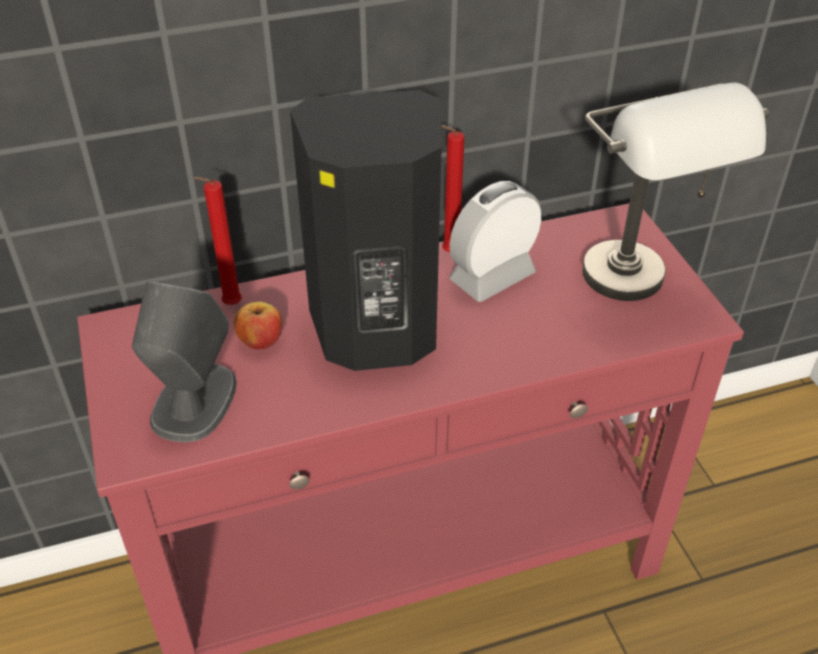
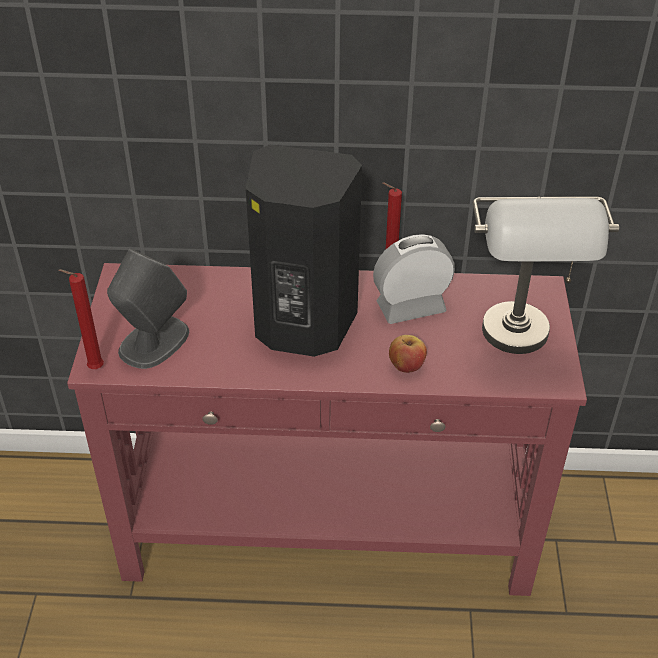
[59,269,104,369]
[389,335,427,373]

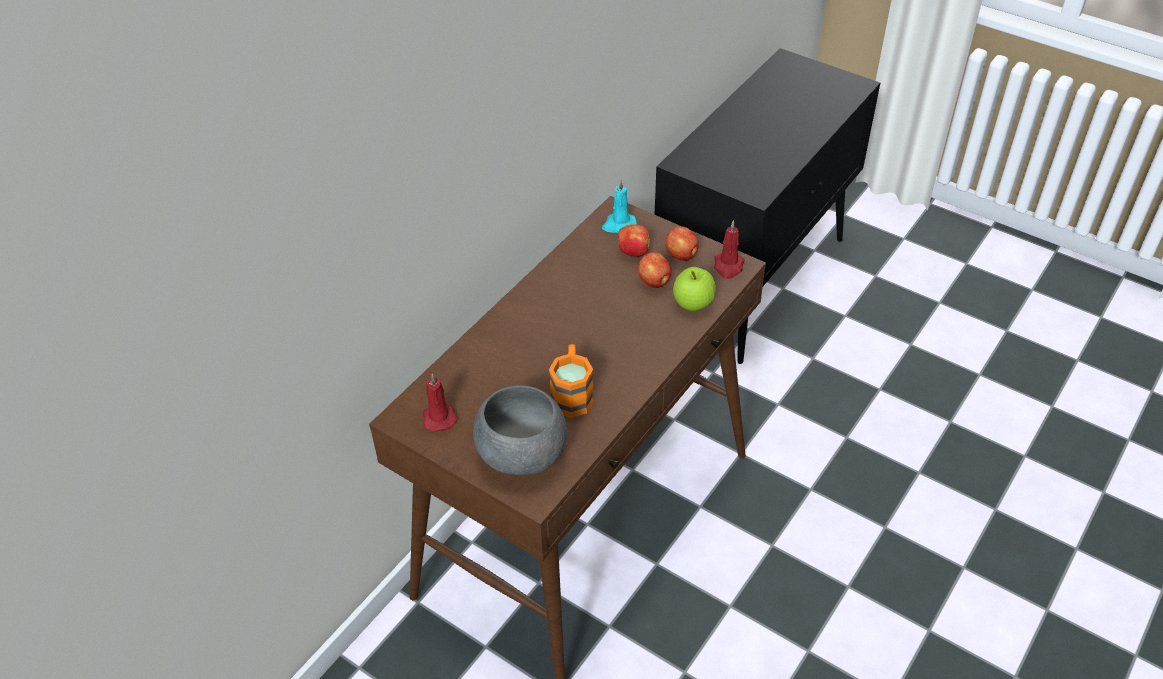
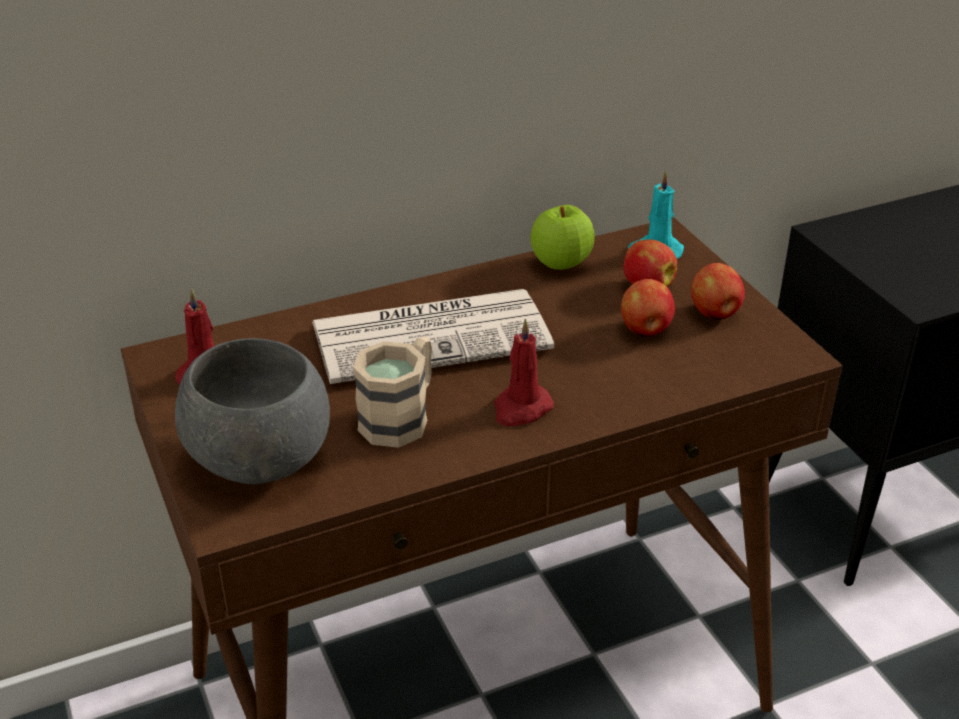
[353,337,432,448]
[531,205,595,270]
[494,319,554,426]
[312,289,554,384]

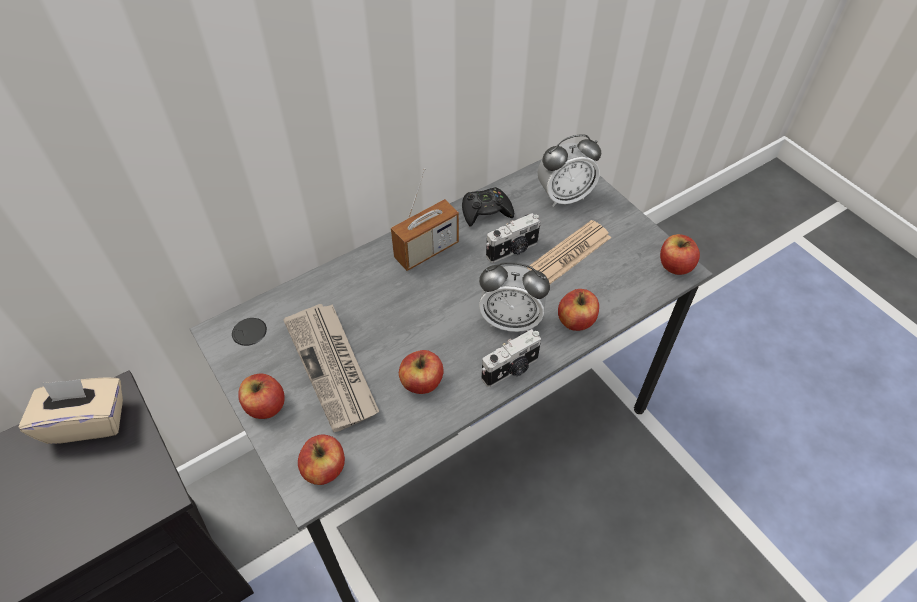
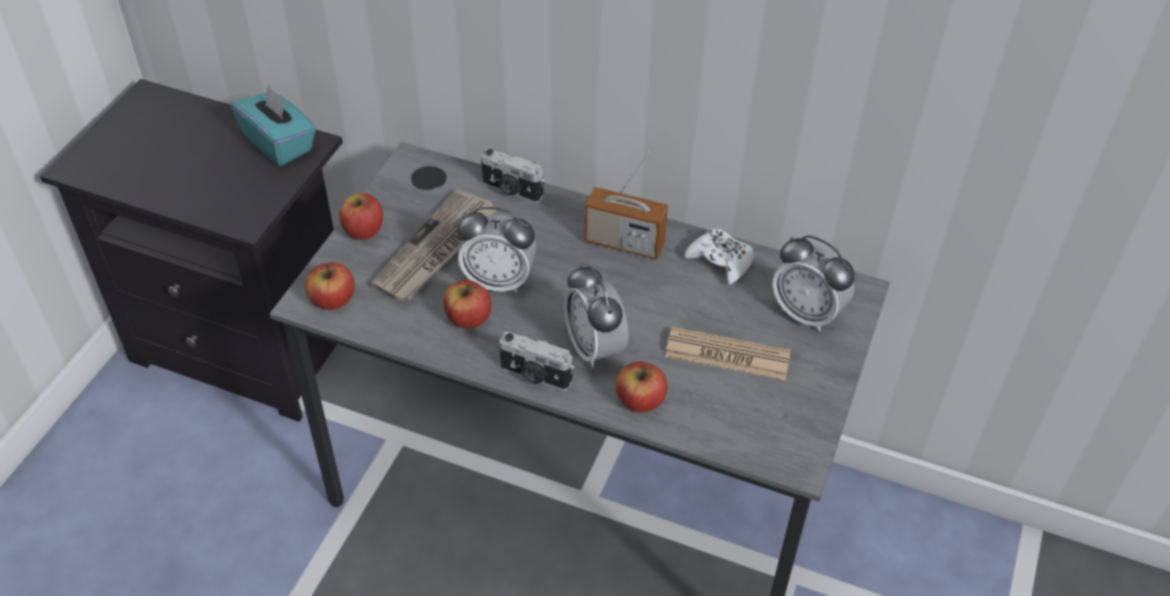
[231,85,316,166]
[684,229,754,285]
[481,148,544,203]
[660,234,700,275] (first image)
[457,207,536,293]

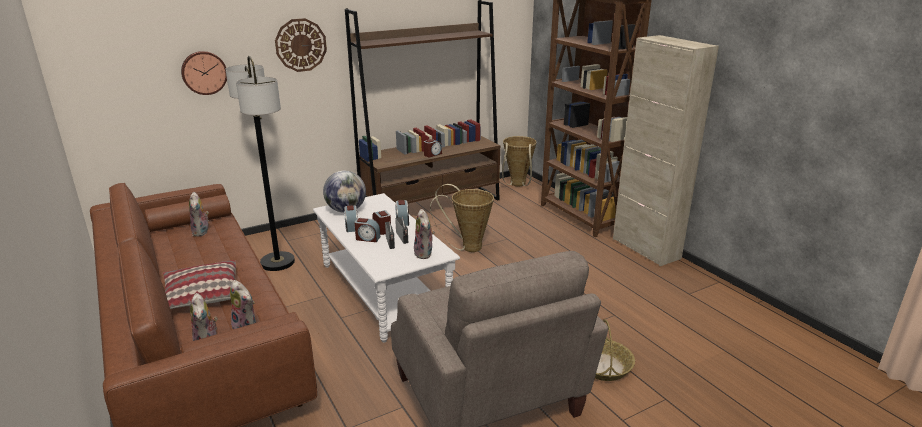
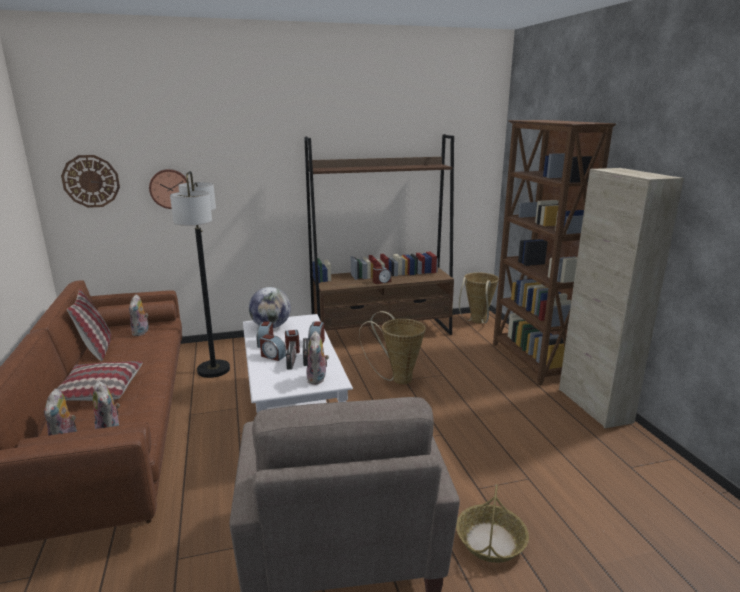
[61,155,120,208]
[67,289,111,361]

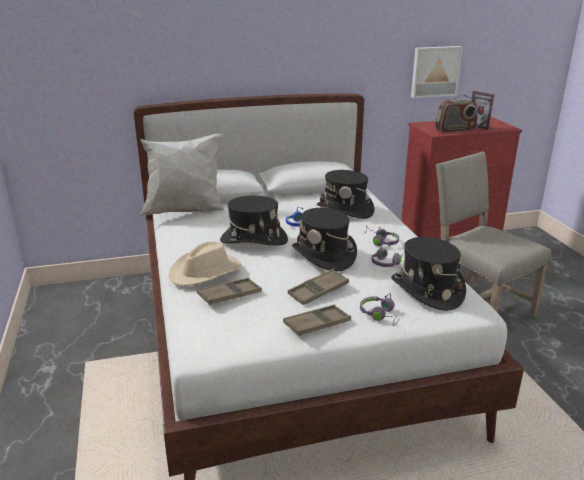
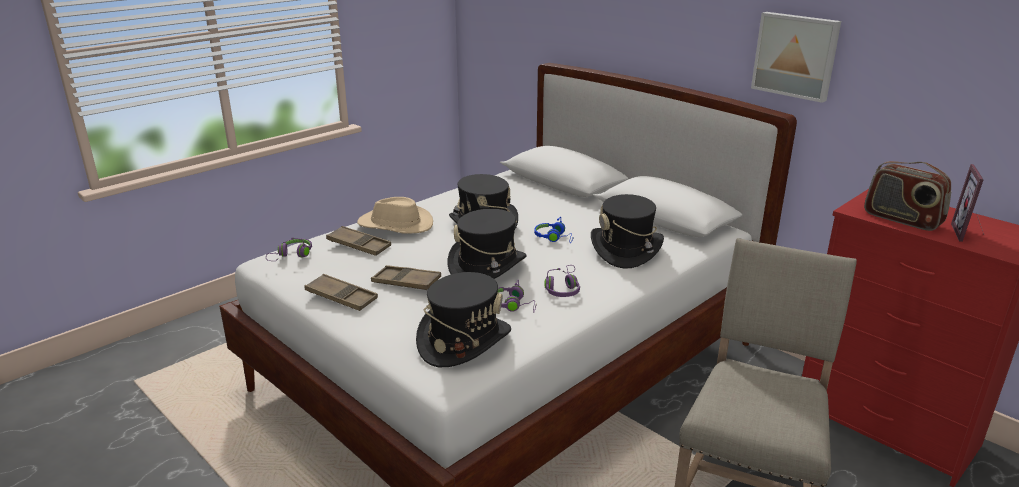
[138,133,224,216] (first image)
[266,237,312,261]
[751,12,841,103]

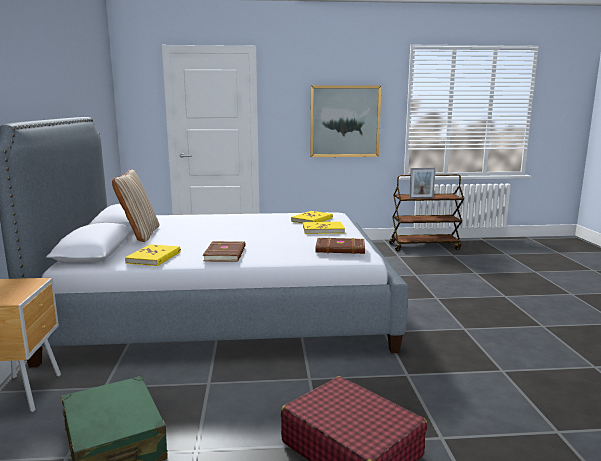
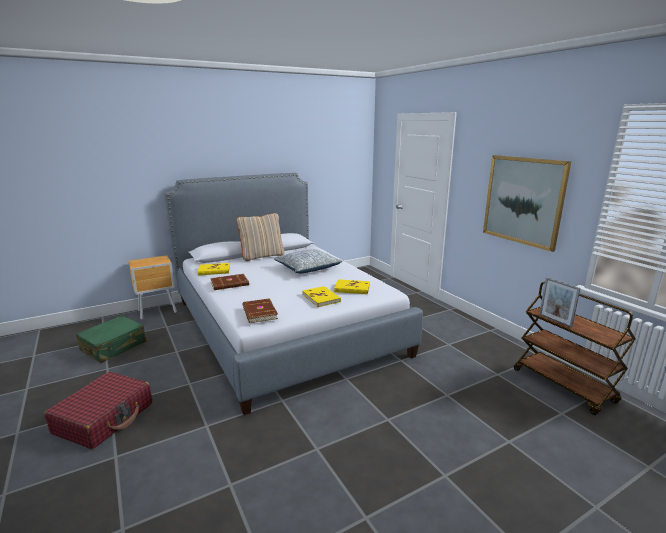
[274,250,342,273]

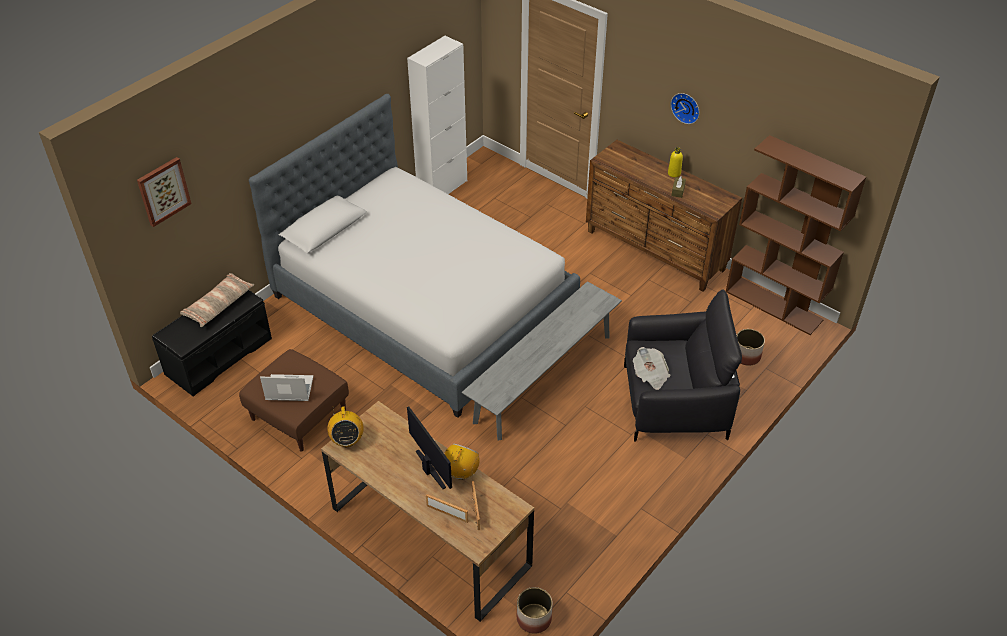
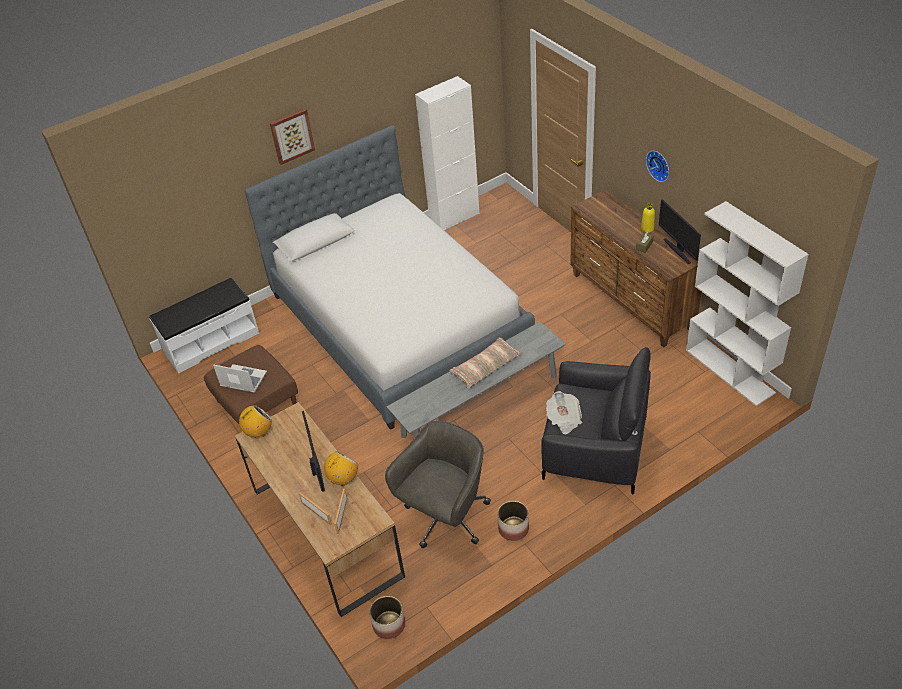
[270,109,315,165]
[149,277,259,374]
[450,337,522,388]
[239,405,272,438]
[686,201,809,406]
[498,501,529,541]
[385,421,491,548]
[659,199,701,264]

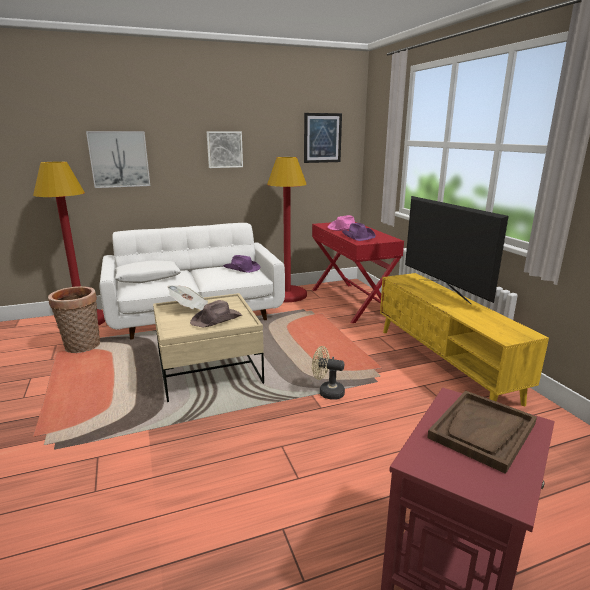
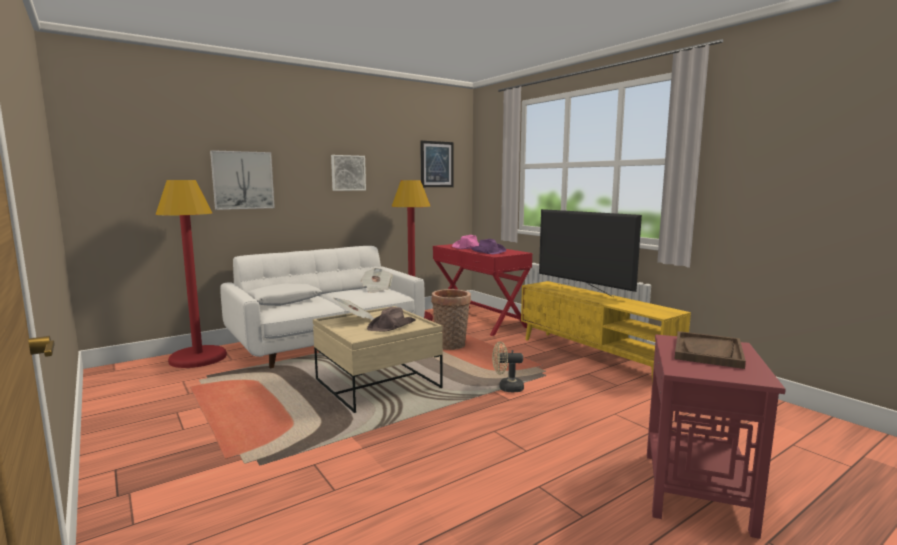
[431,289,471,350]
[361,268,393,293]

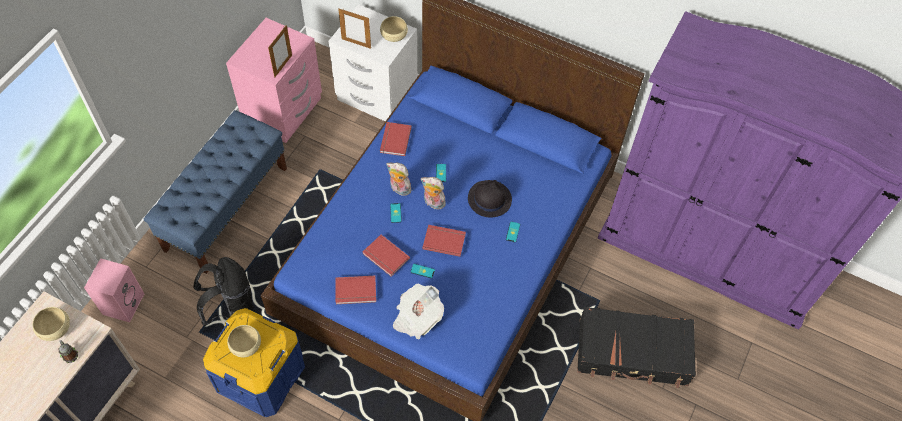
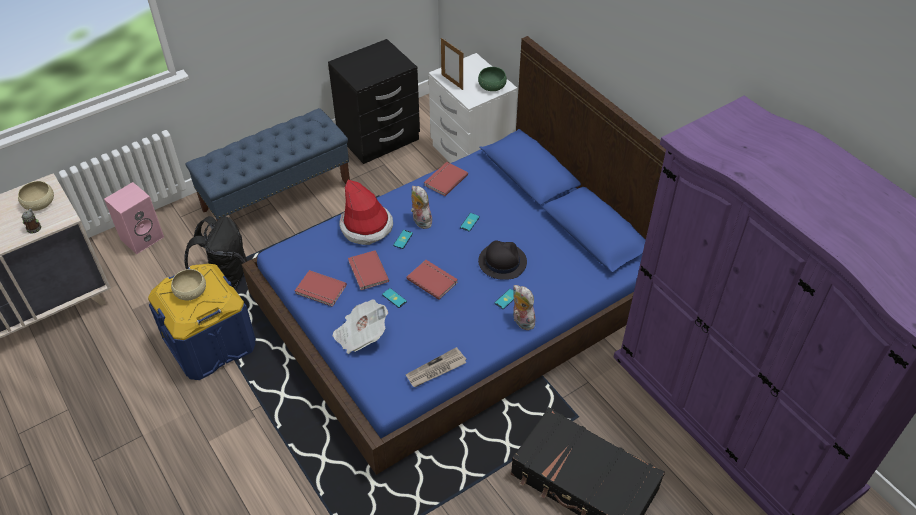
[328,39,420,164]
[268,25,292,78] (first image)
[478,67,507,91]
[513,285,535,330]
[339,180,393,245]
[406,347,467,387]

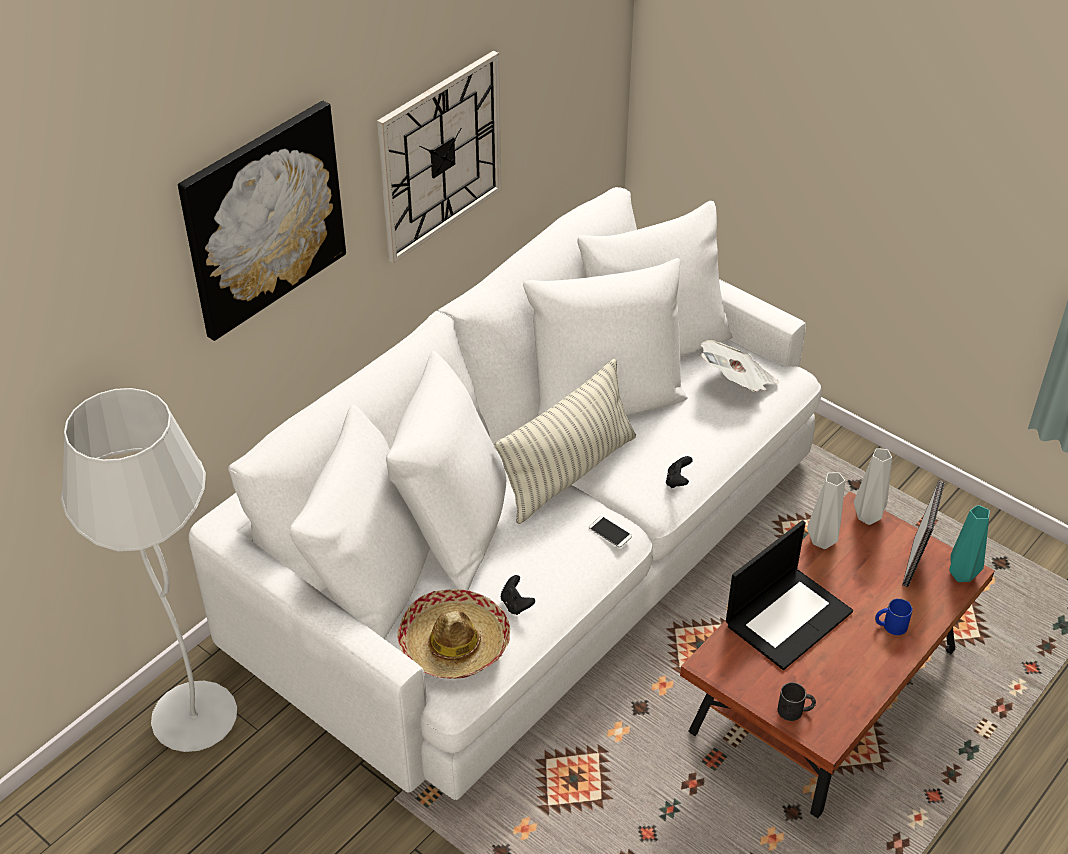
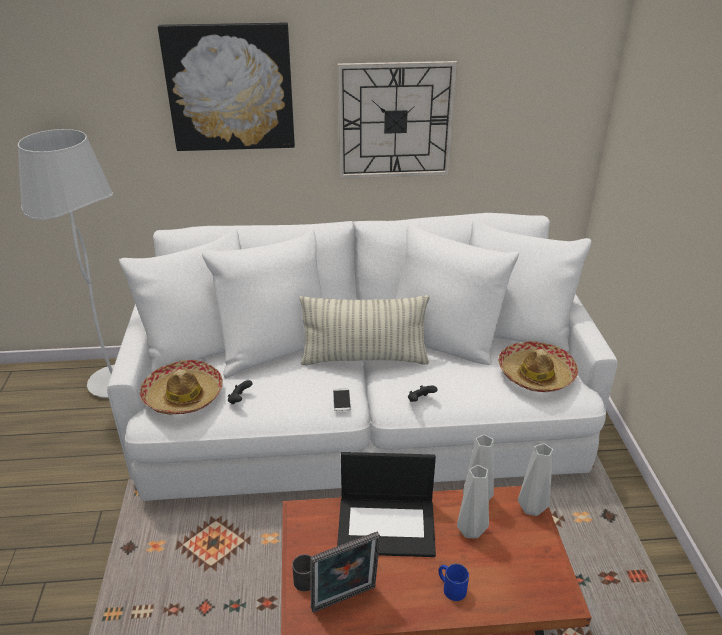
[498,341,578,392]
[310,531,380,613]
[949,505,990,582] (first image)
[457,465,489,538]

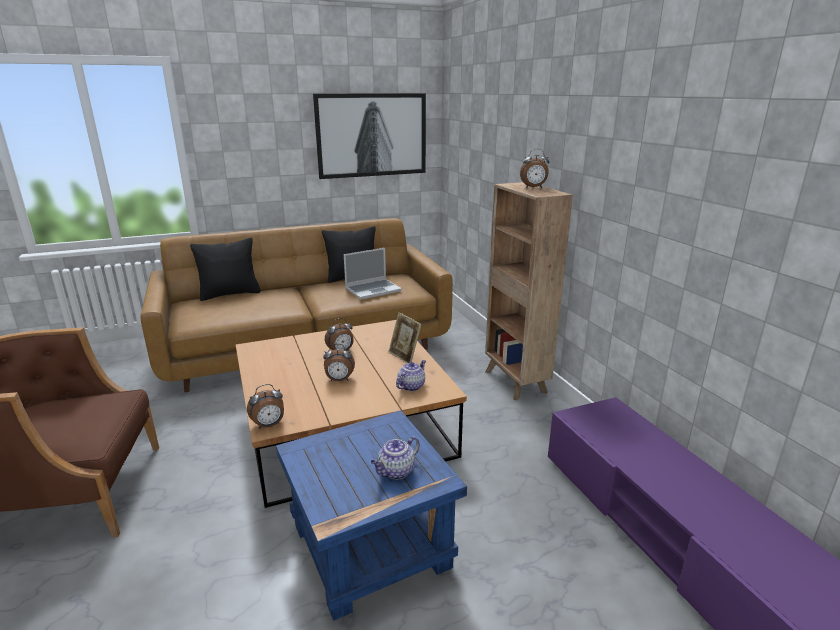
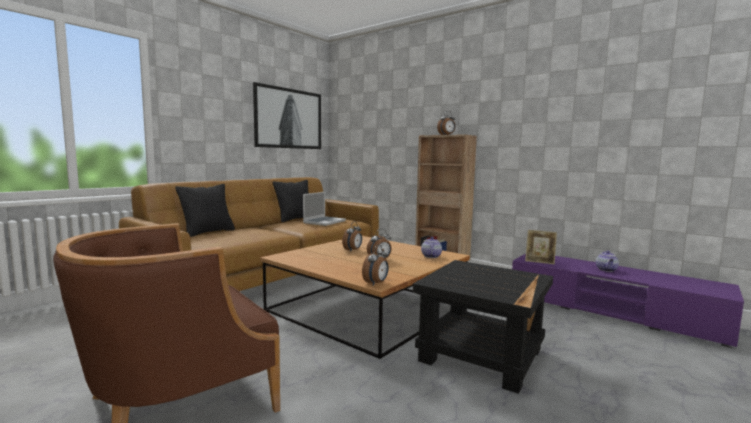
[413,260,553,394]
[596,251,619,272]
[525,230,557,264]

